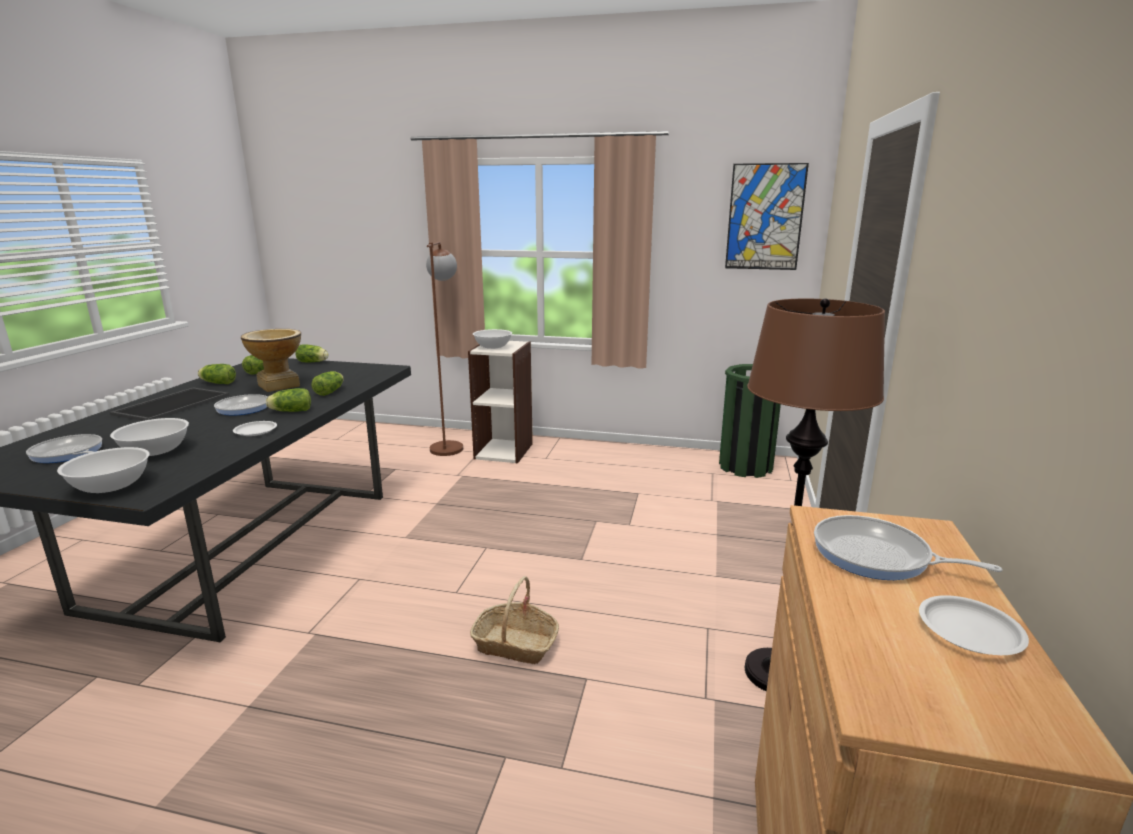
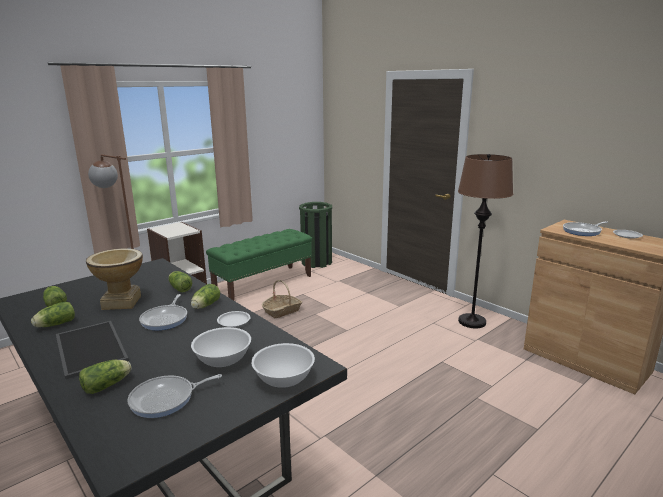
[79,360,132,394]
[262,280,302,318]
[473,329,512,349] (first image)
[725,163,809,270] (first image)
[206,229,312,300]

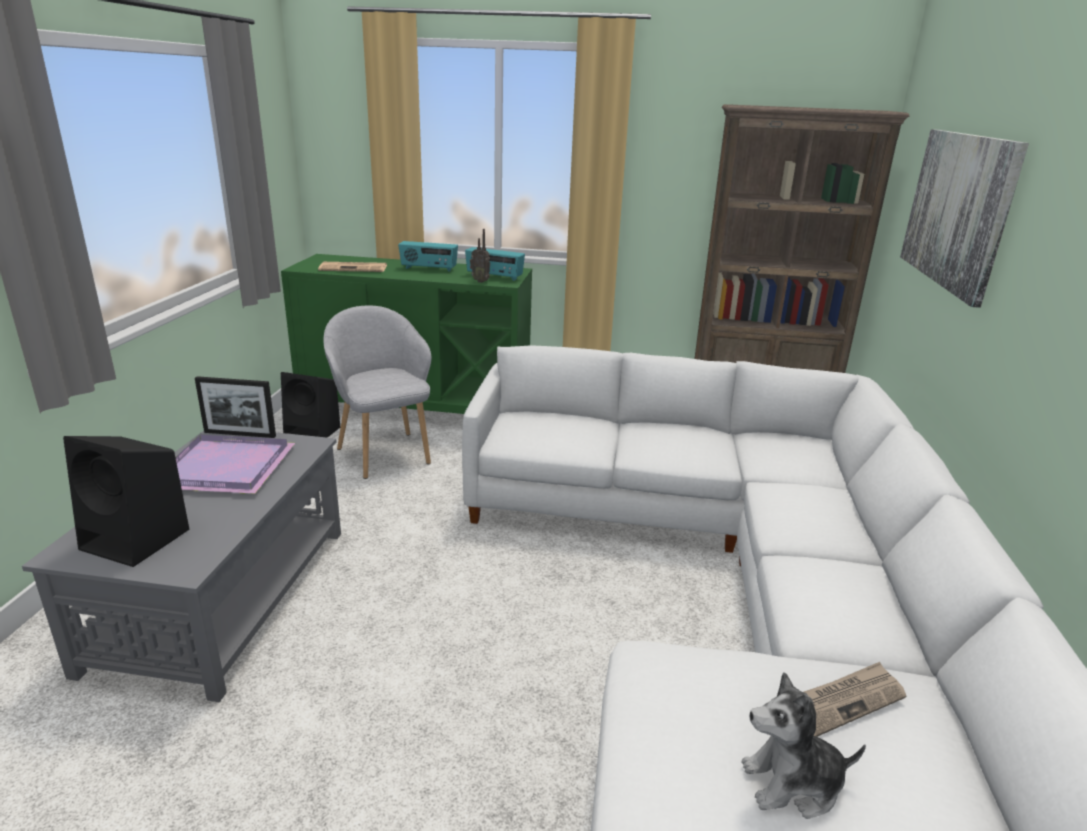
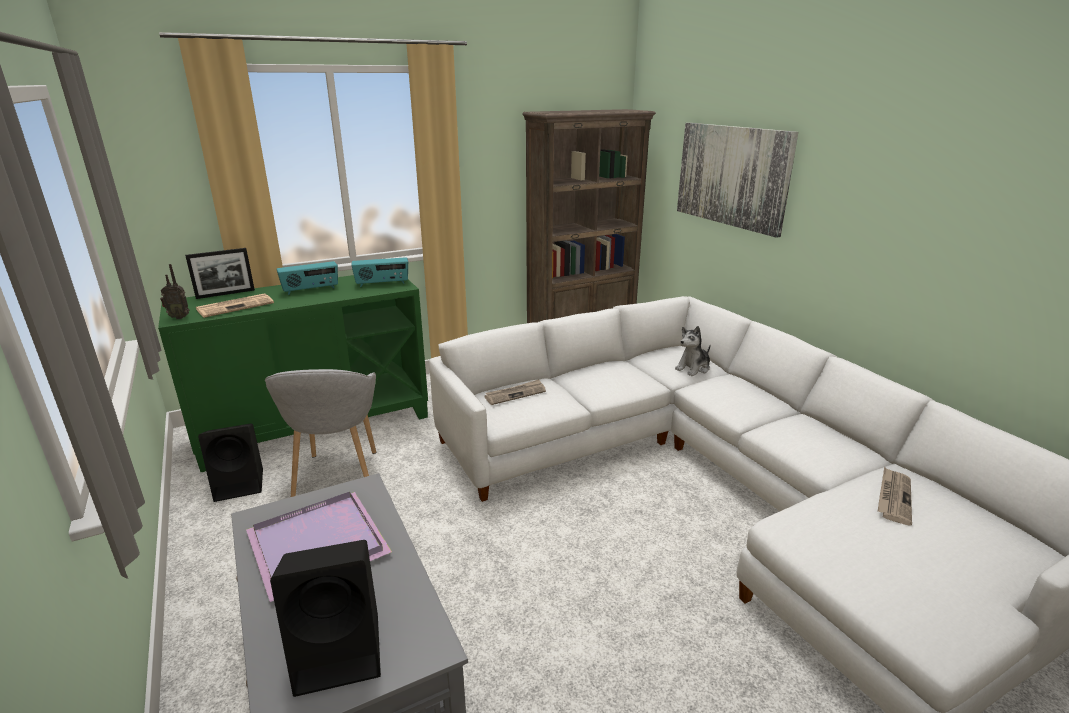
[185,248,255,299]
[265,369,376,497]
[160,264,189,319]
[675,326,710,376]
[484,379,546,405]

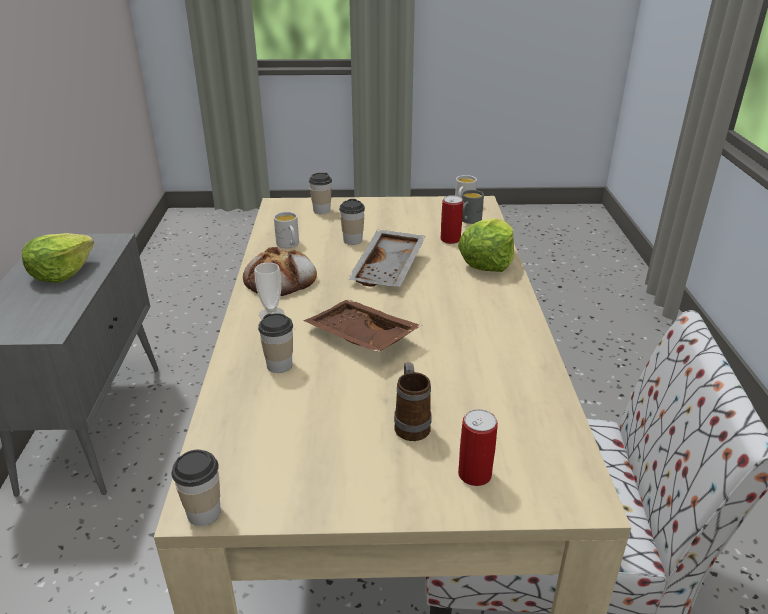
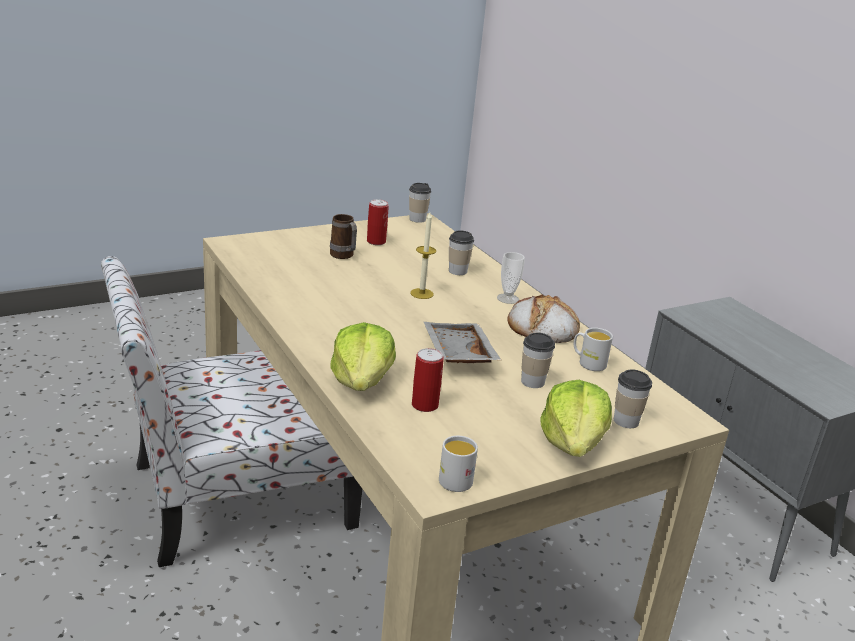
[540,380,612,457]
[410,212,436,299]
[367,199,389,245]
[462,190,484,224] (first image)

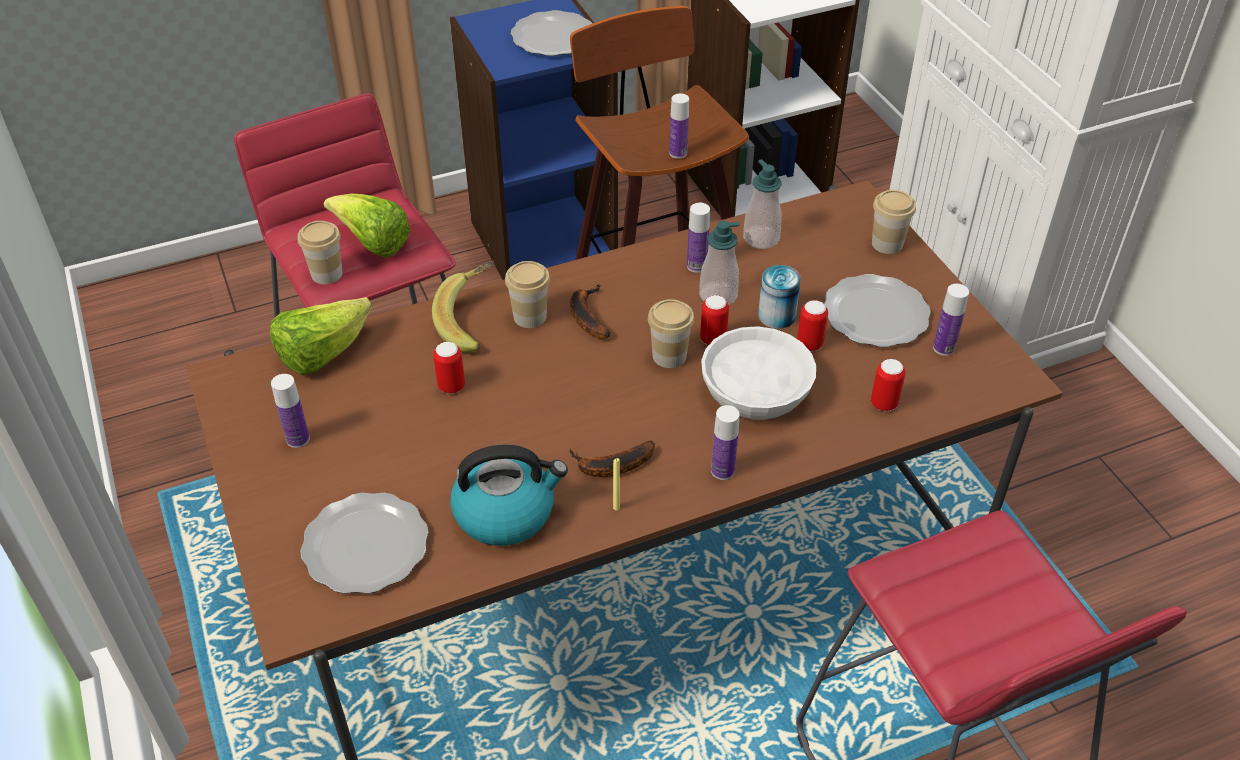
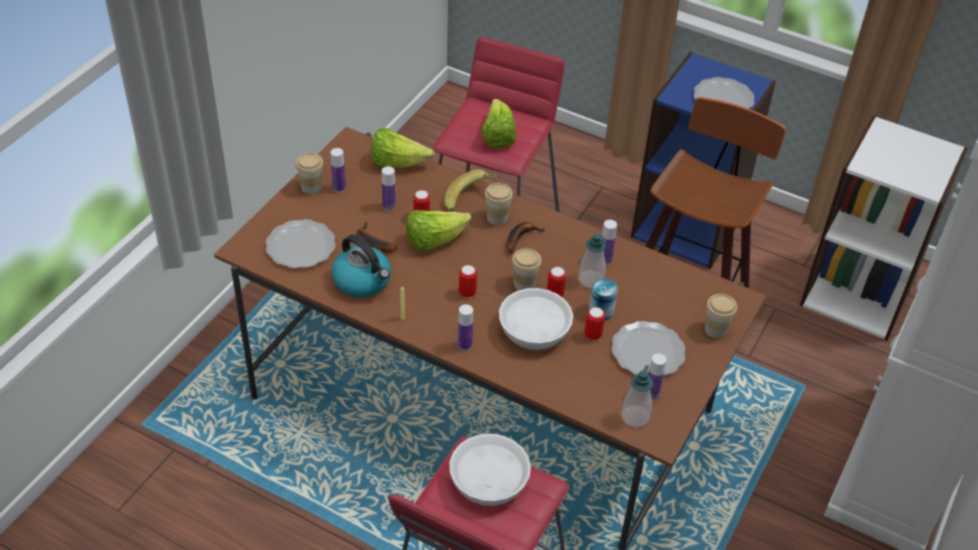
[296,153,324,194]
[357,222,397,253]
[382,166,396,211]
[621,365,653,427]
[459,265,477,298]
[406,210,471,251]
[450,434,531,506]

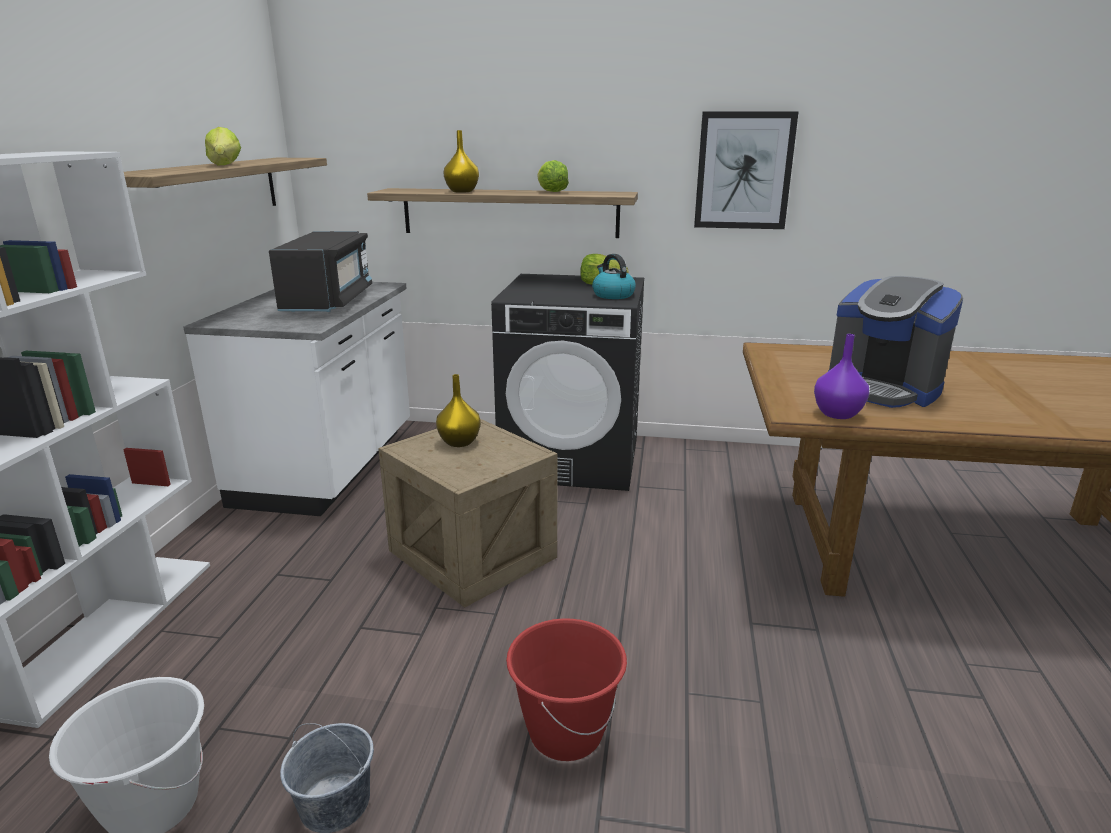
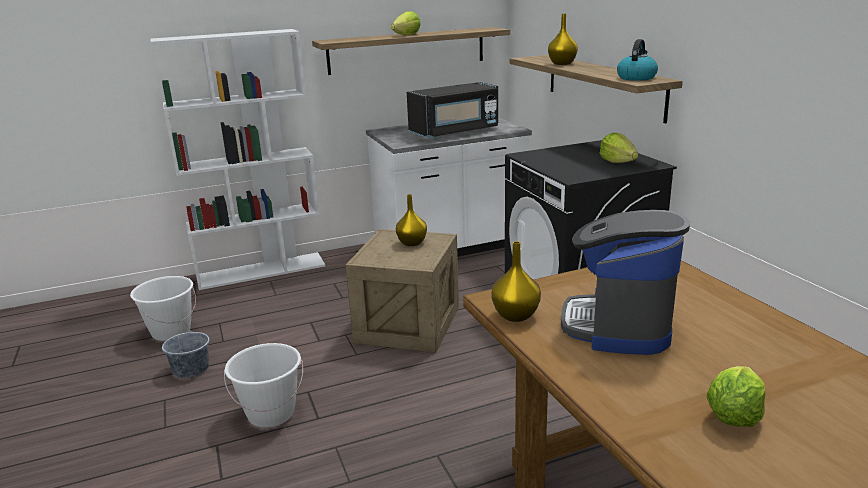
[224,343,303,428]
[707,366,766,427]
[617,39,658,81]
[694,111,799,229] (first image)
[491,241,541,322]

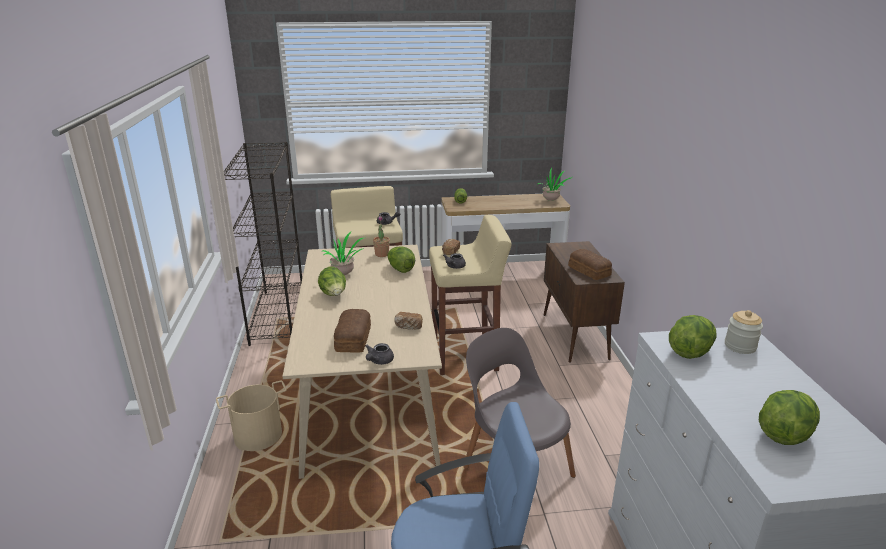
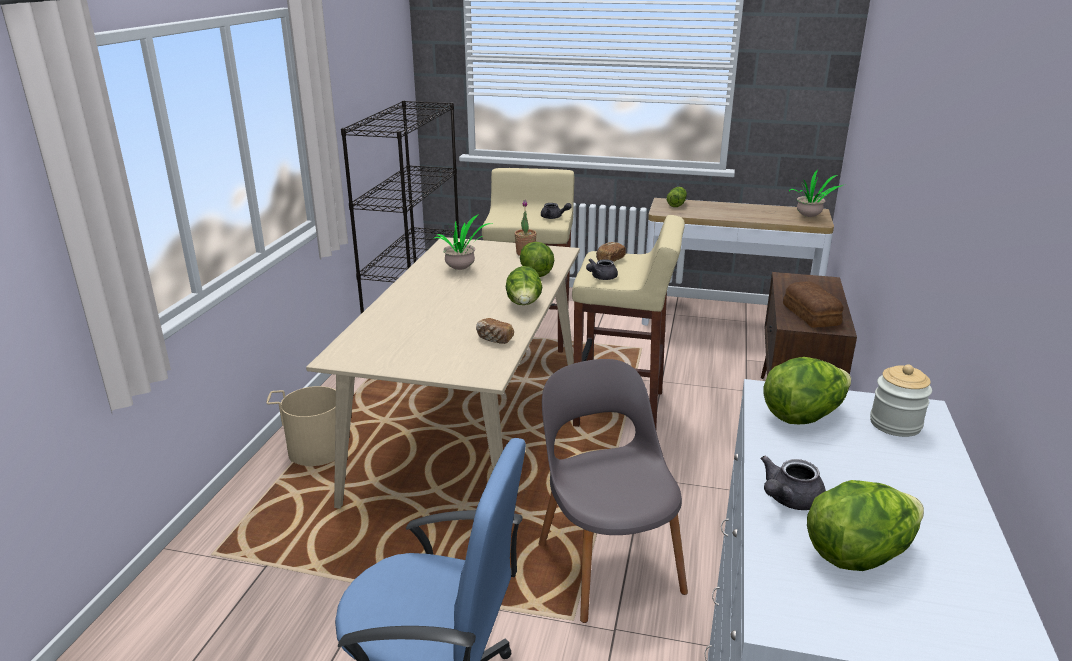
[506,266,542,305]
[334,309,371,353] (first image)
[761,456,826,510]

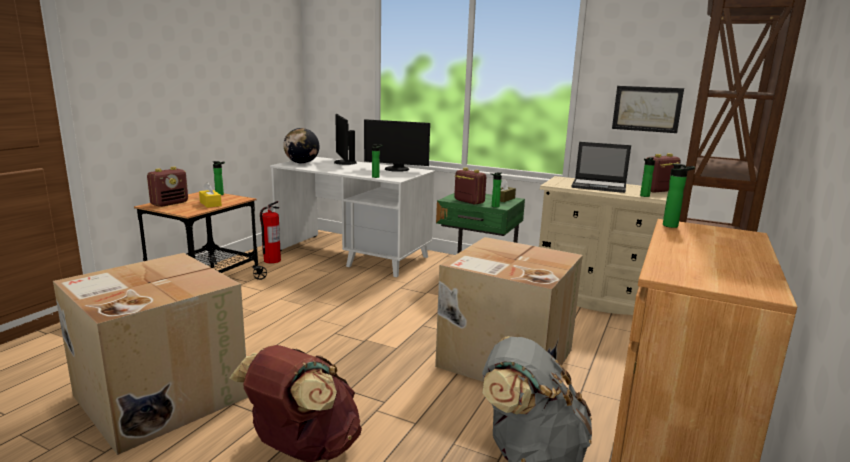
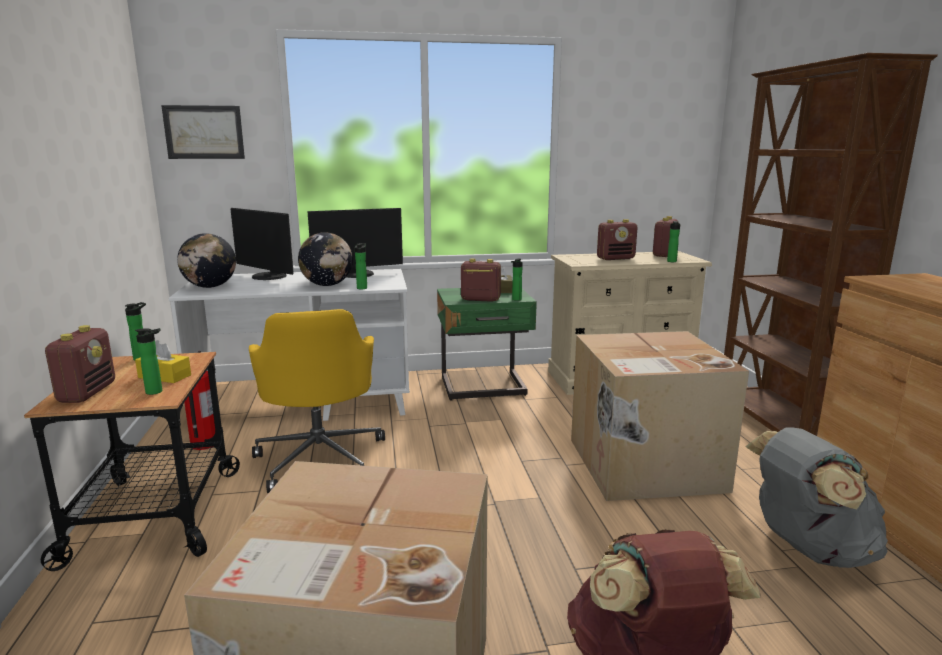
[597,219,638,260]
[161,105,245,159]
[135,328,162,395]
[249,309,385,493]
[298,232,353,286]

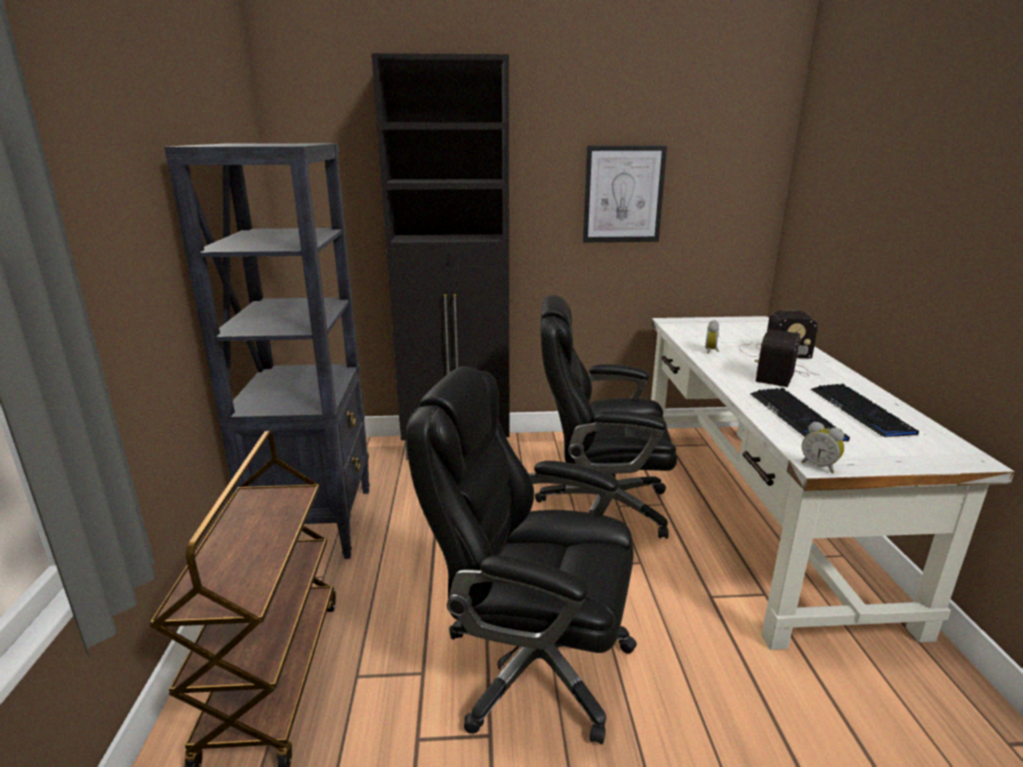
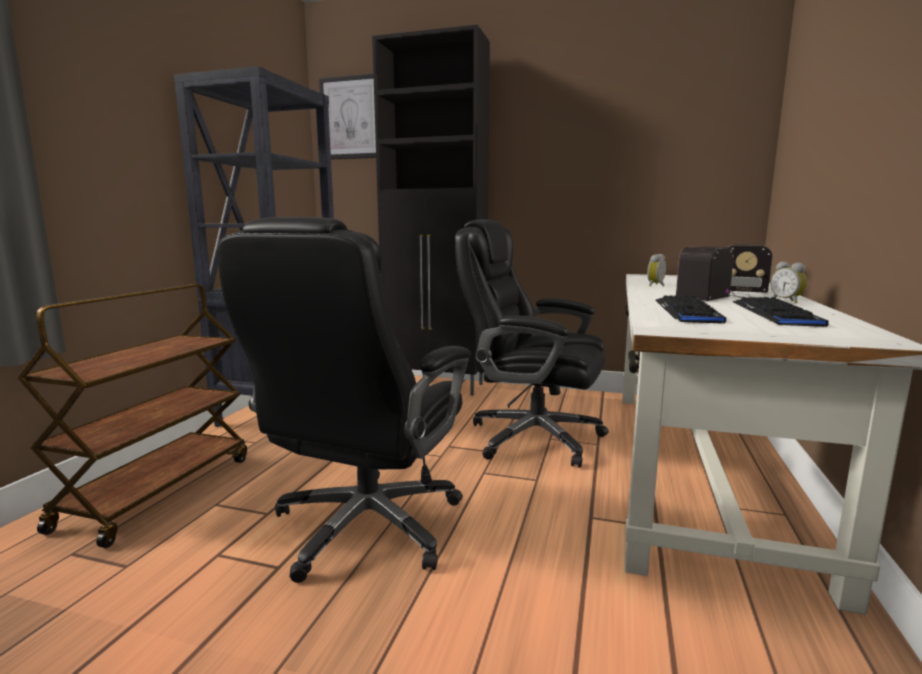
[218,217,471,583]
[319,74,376,159]
[770,262,807,303]

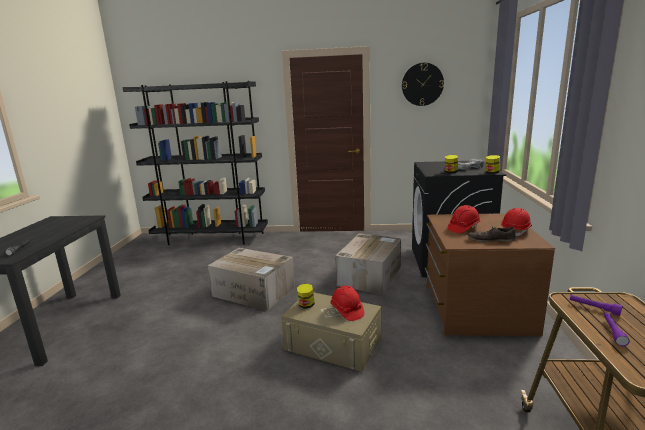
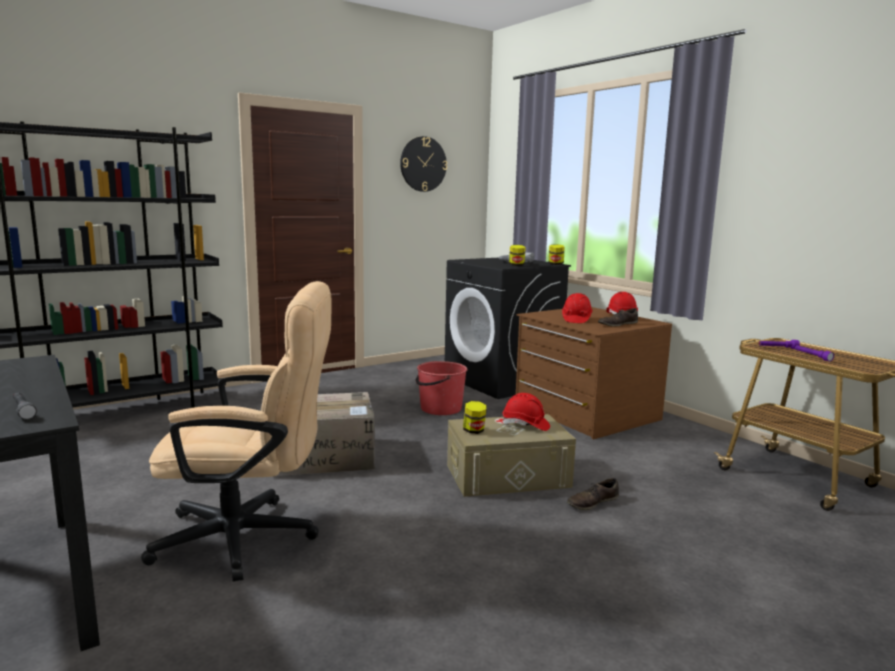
[416,361,468,415]
[141,281,331,582]
[567,478,619,510]

